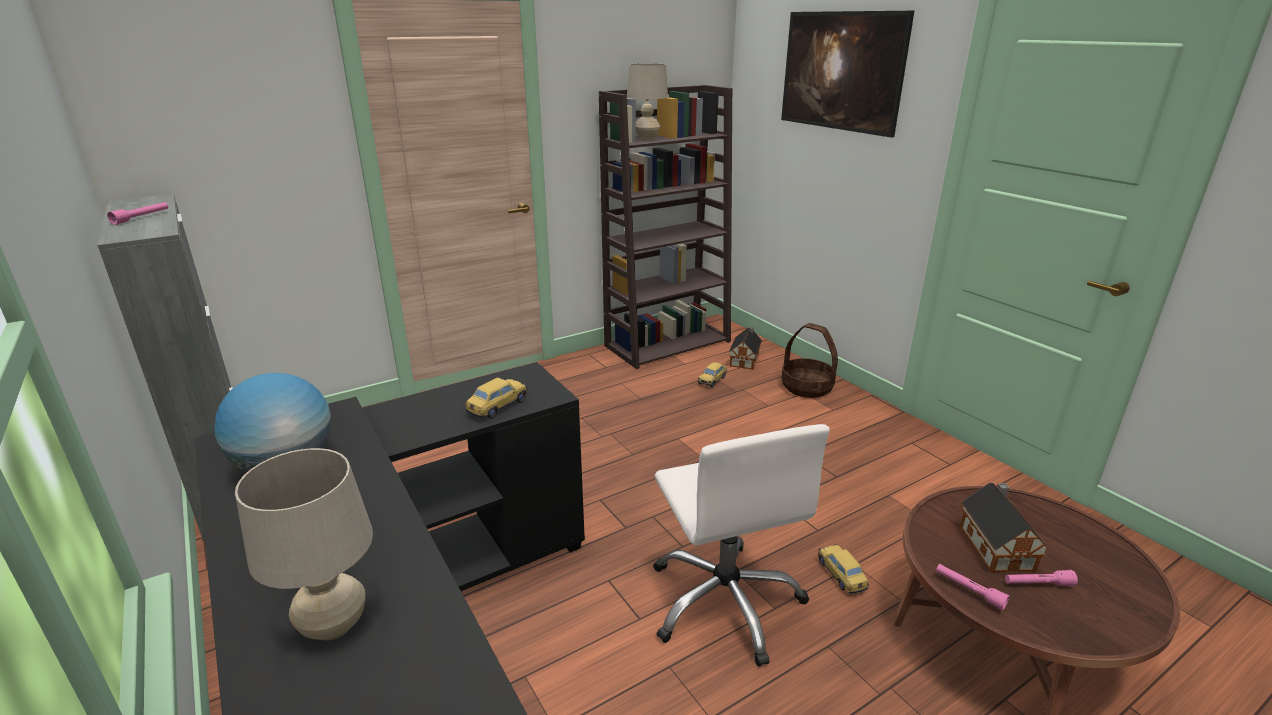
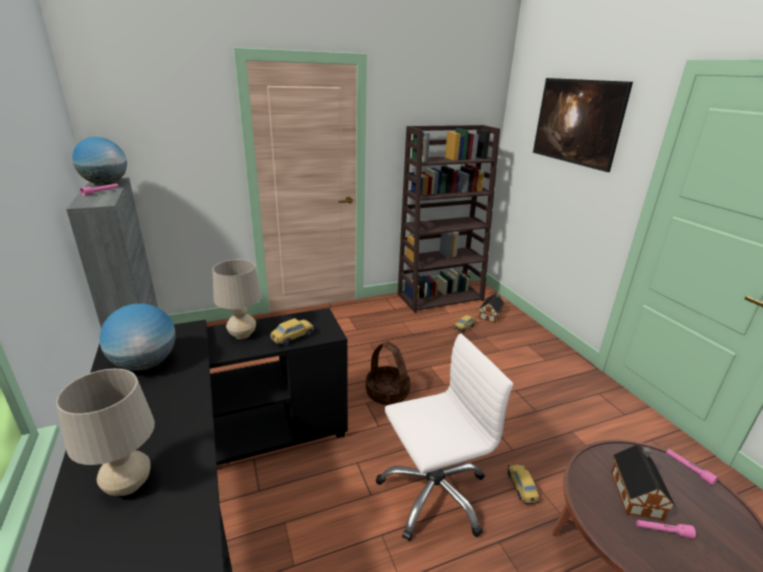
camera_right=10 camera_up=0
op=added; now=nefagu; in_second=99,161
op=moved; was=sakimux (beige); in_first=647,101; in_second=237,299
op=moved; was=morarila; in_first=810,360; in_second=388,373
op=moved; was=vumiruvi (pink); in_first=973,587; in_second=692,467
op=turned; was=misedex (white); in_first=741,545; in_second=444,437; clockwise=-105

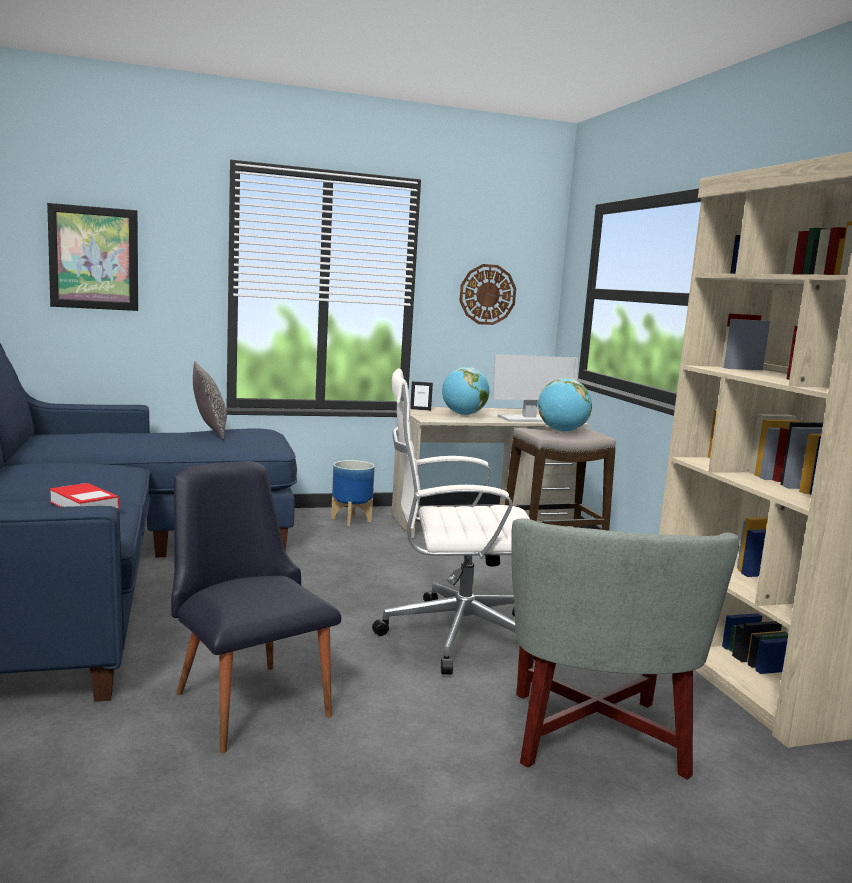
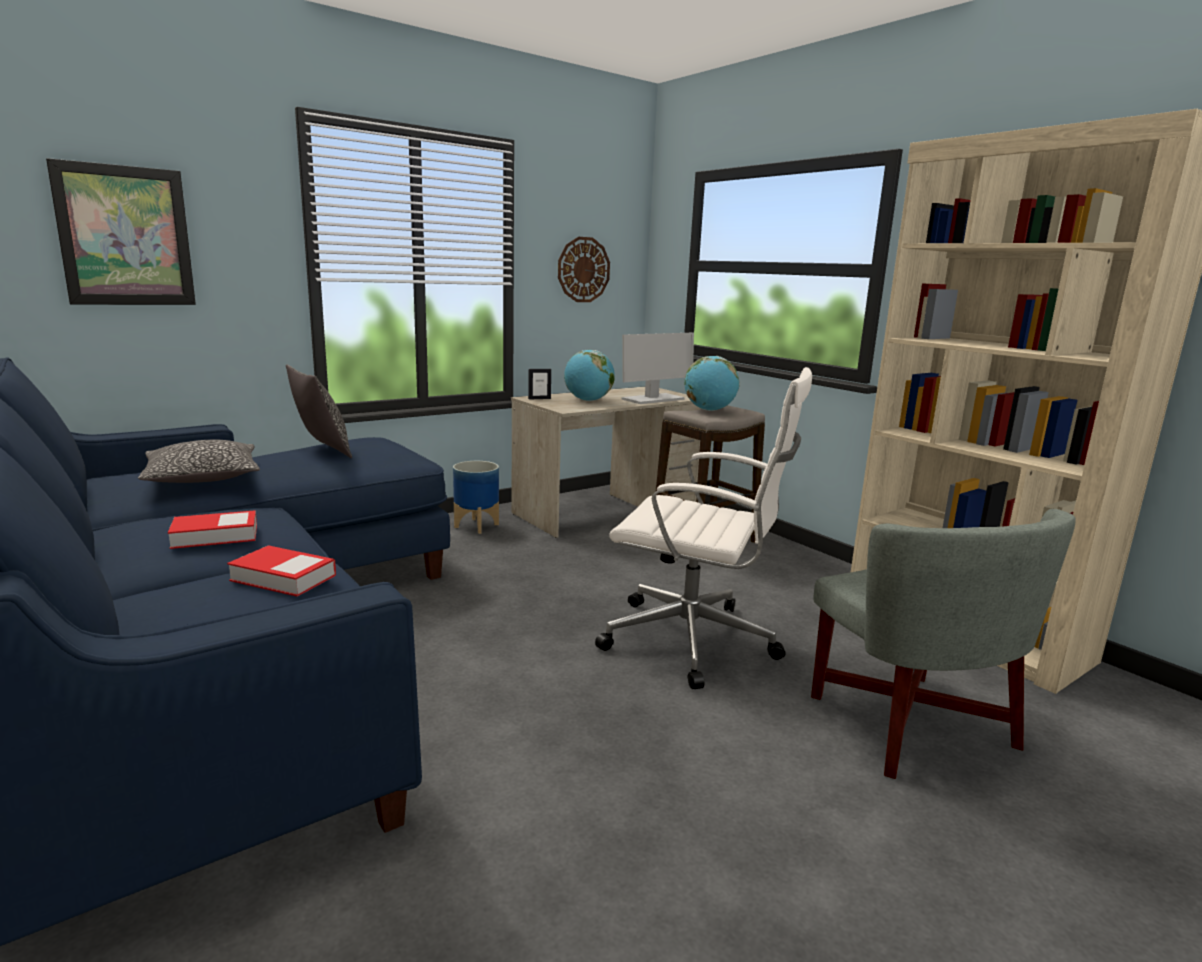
camera_right=-20 camera_up=5
op=removed; was=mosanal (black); in_first=256,607
op=added; now=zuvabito; in_second=199,461
op=added; now=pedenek; in_second=212,529
op=turned; was=misedex (white); in_first=454,522; in_second=703,528; clockwise=-135

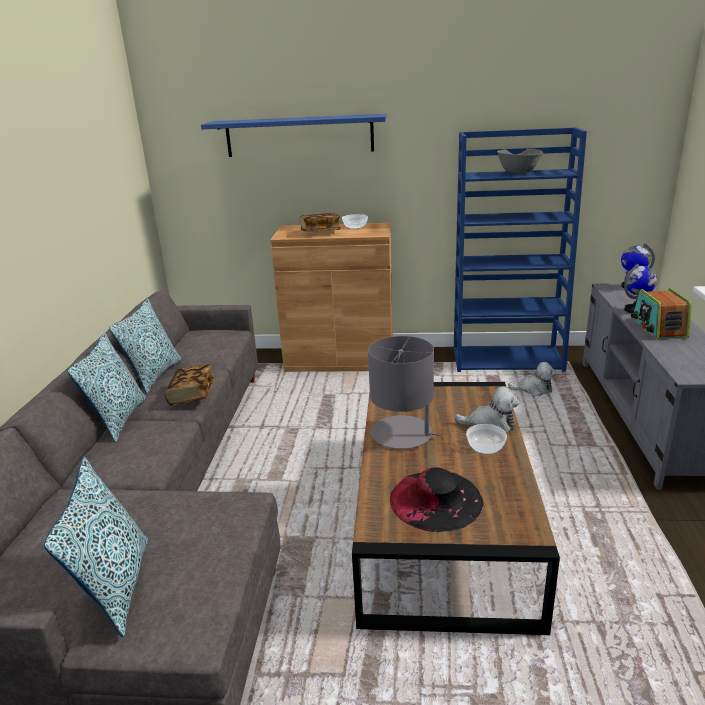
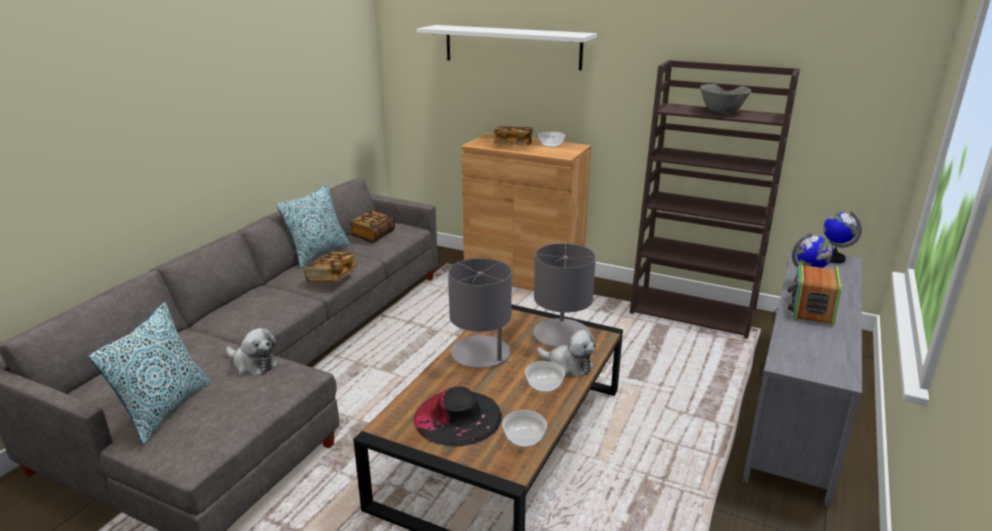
camera_right=20 camera_up=0
op=removed; was=zuvabito; in_first=106,387
op=added; now=pedenek; in_second=372,227
op=added; now=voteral; in_second=524,428
op=added; now=sakimux (grey); in_second=564,295
op=moved; was=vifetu; in_first=532,379; in_second=252,351
op=recoloured; was=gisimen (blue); now=gisimen (white); in_first=293,135; in_second=507,47
op=recoloured; was=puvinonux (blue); now=puvinonux (brown); in_first=520,249; in_second=715,199

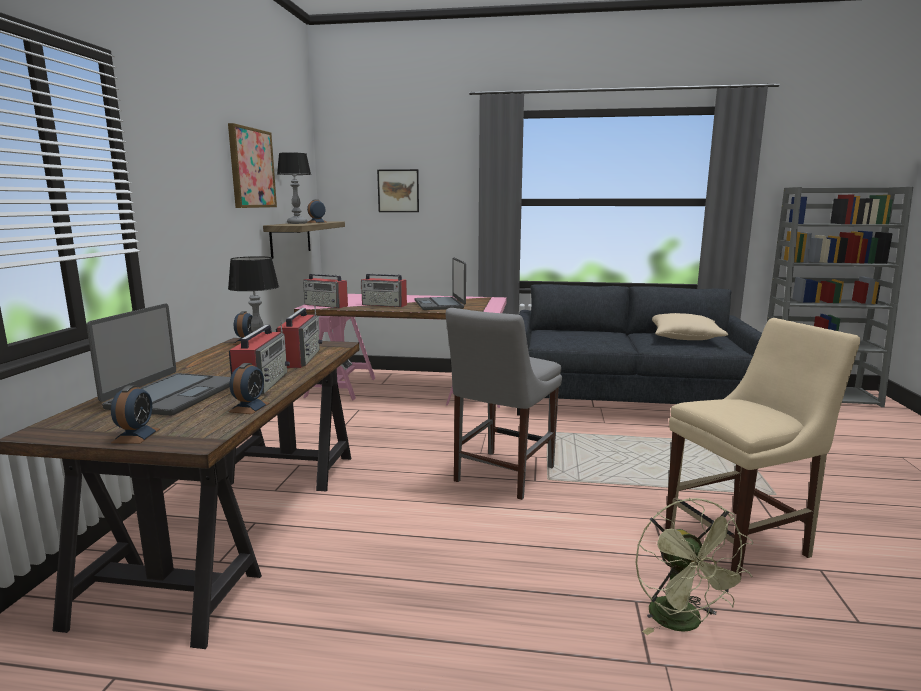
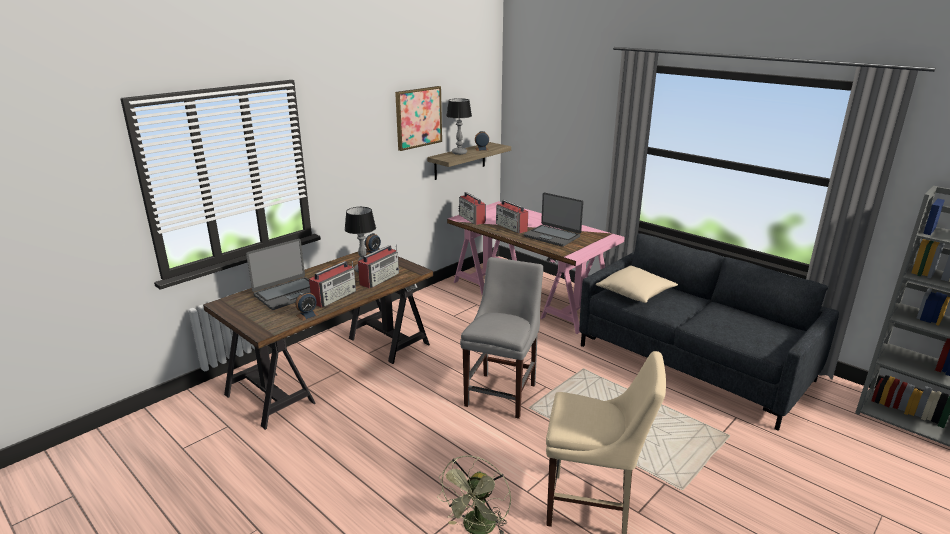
camera_right=35 camera_up=10
op=removed; was=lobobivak; in_first=135,414
op=removed; was=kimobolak; in_first=398,190
op=moved; was=zuvabito (beige); in_first=690,326; in_second=637,284
op=turned; was=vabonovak; in_first=440,283; in_second=553,219; clockwise=-75
op=turned; was=mosanal (grey); in_first=504,404; in_second=501,338; clockwise=135

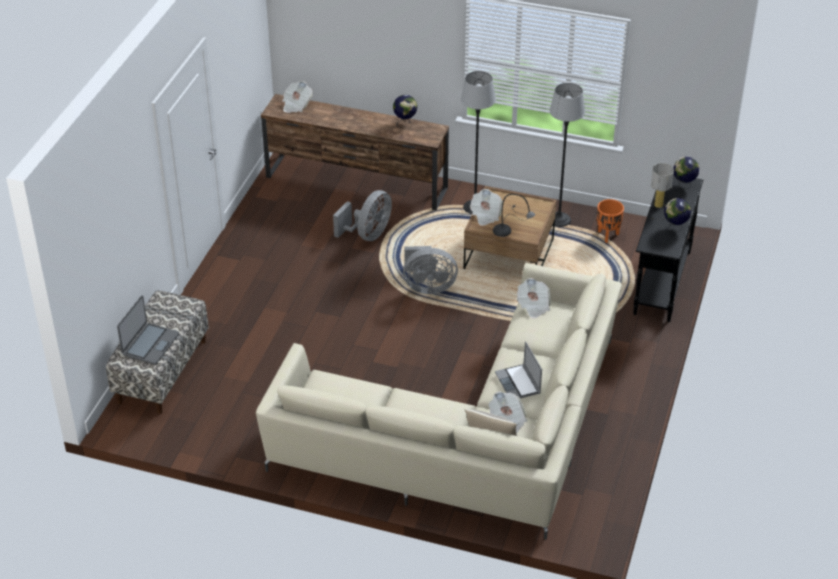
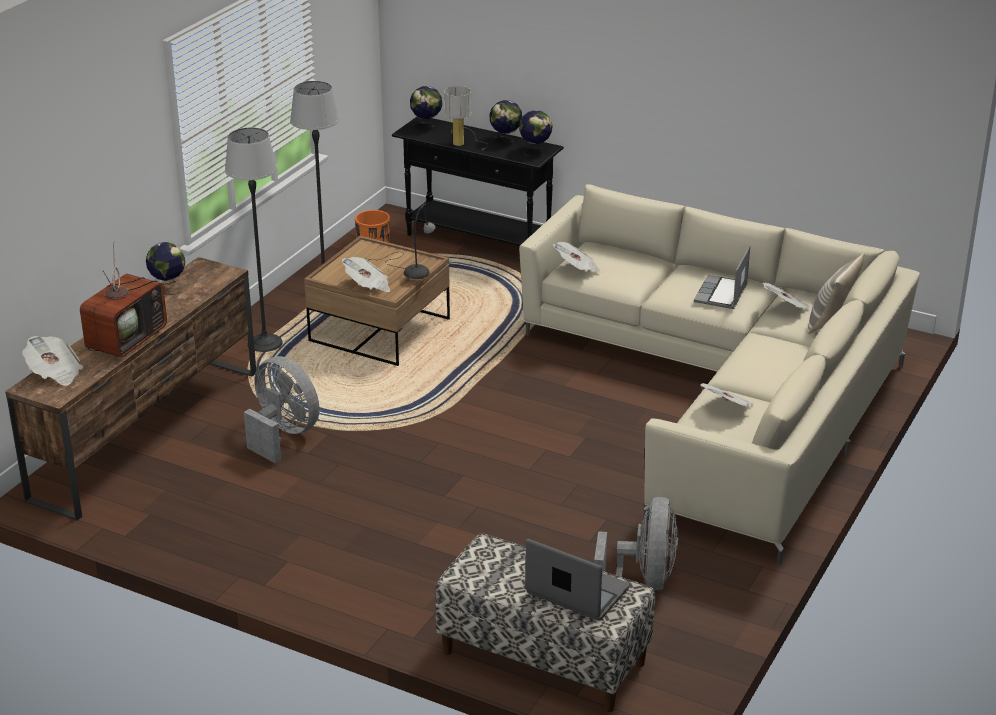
camera_right=-80 camera_up=-10
op=added; now=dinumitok; in_second=123,300
op=added; now=nefagu; in_second=535,133
op=added; now=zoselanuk; in_second=727,395
op=moved; was=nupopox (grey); in_first=430,270; in_second=636,543
op=turned; was=vabonovak; in_first=518,369; in_second=722,277; clockwise=120

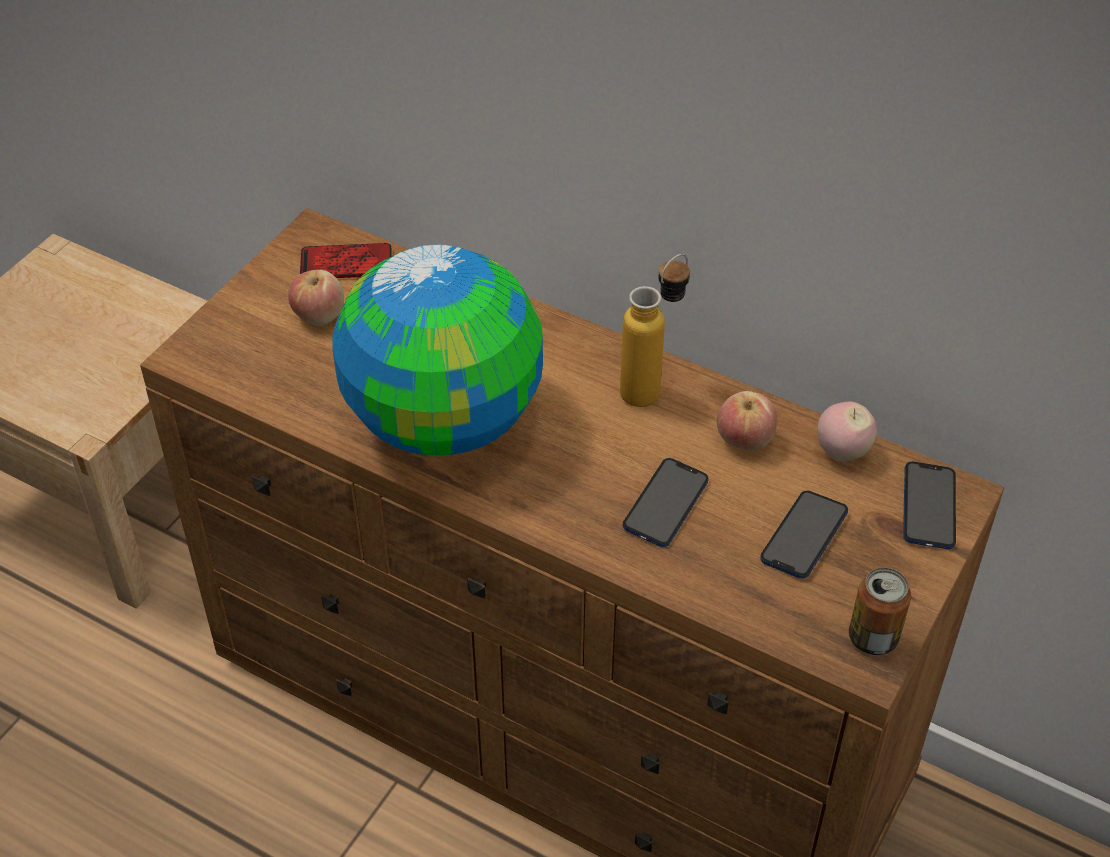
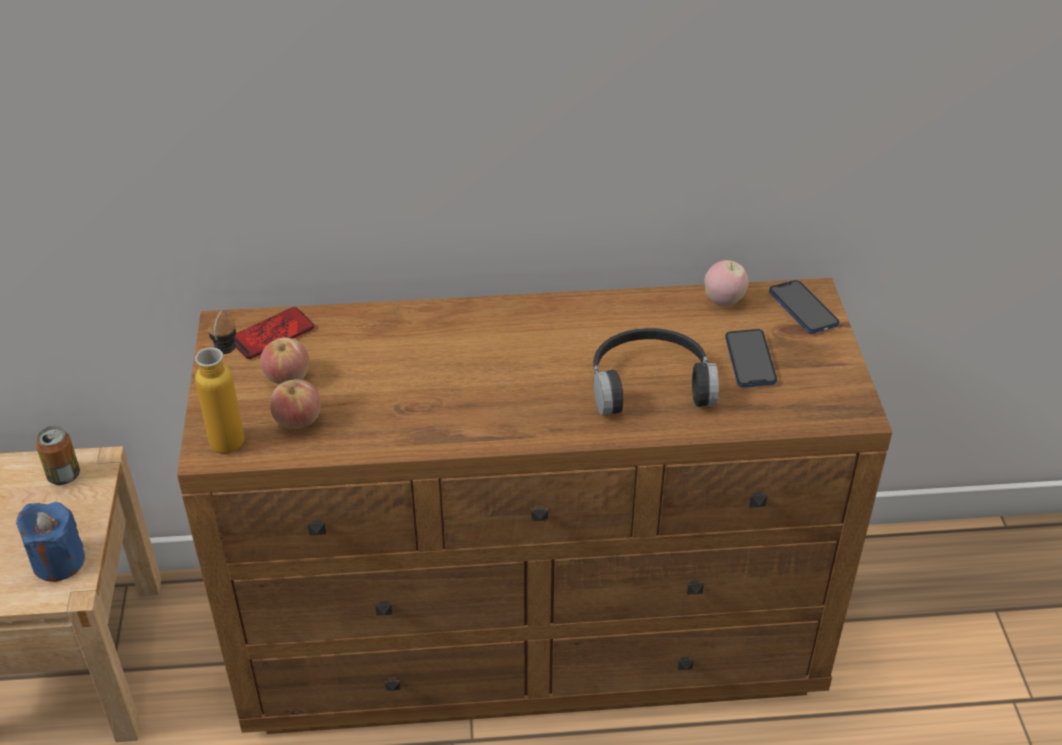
camera_right=-35 camera_up=-5
op=removed; was=nefagu; in_first=437,350
op=added; now=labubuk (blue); in_second=50,542
op=moved; was=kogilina; in_first=655,330; in_second=219,381
op=moved; was=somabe; in_first=747,421; in_second=295,404
op=moved; was=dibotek; in_first=880,611; in_second=58,455
op=replaced; was=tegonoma; now=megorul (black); in_first=666,502; in_second=656,371

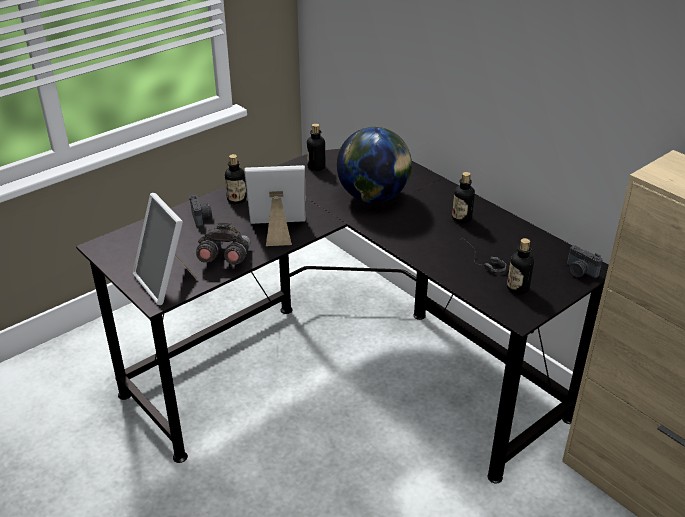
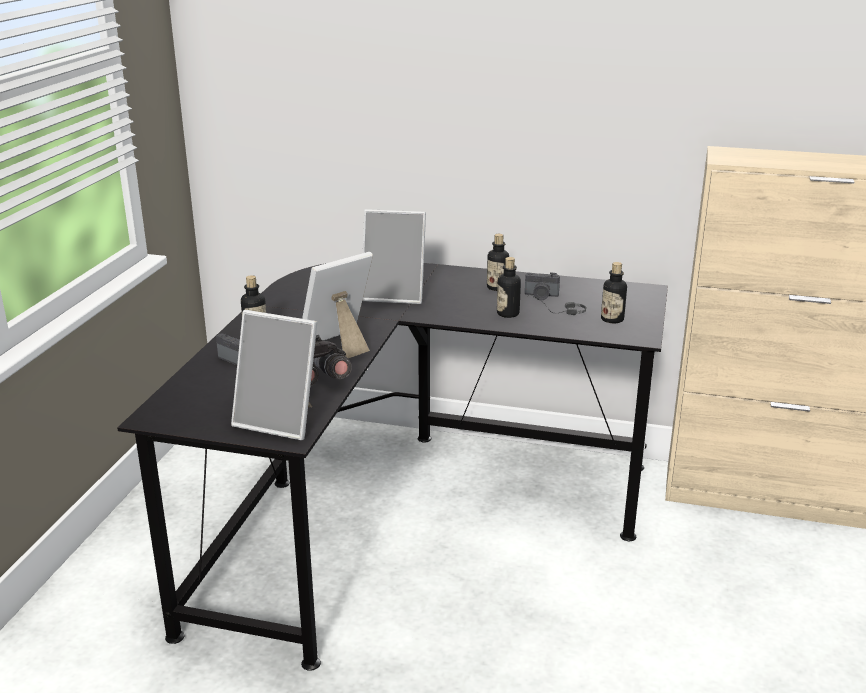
camera_right=-35 camera_up=-10
op=moved; was=kogilina; in_first=316,147; in_second=509,287
op=moved; was=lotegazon; in_first=585,261; in_second=542,286
op=replaced; was=nefagu; now=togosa; in_first=374,165; in_second=394,256

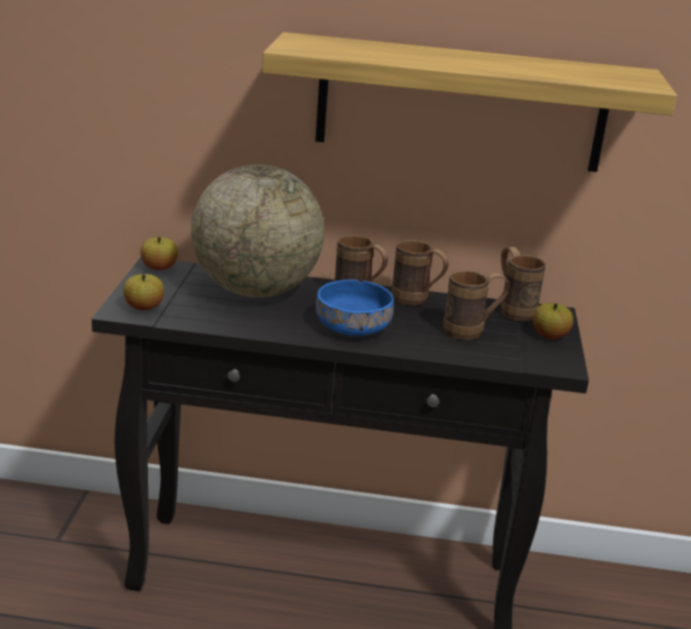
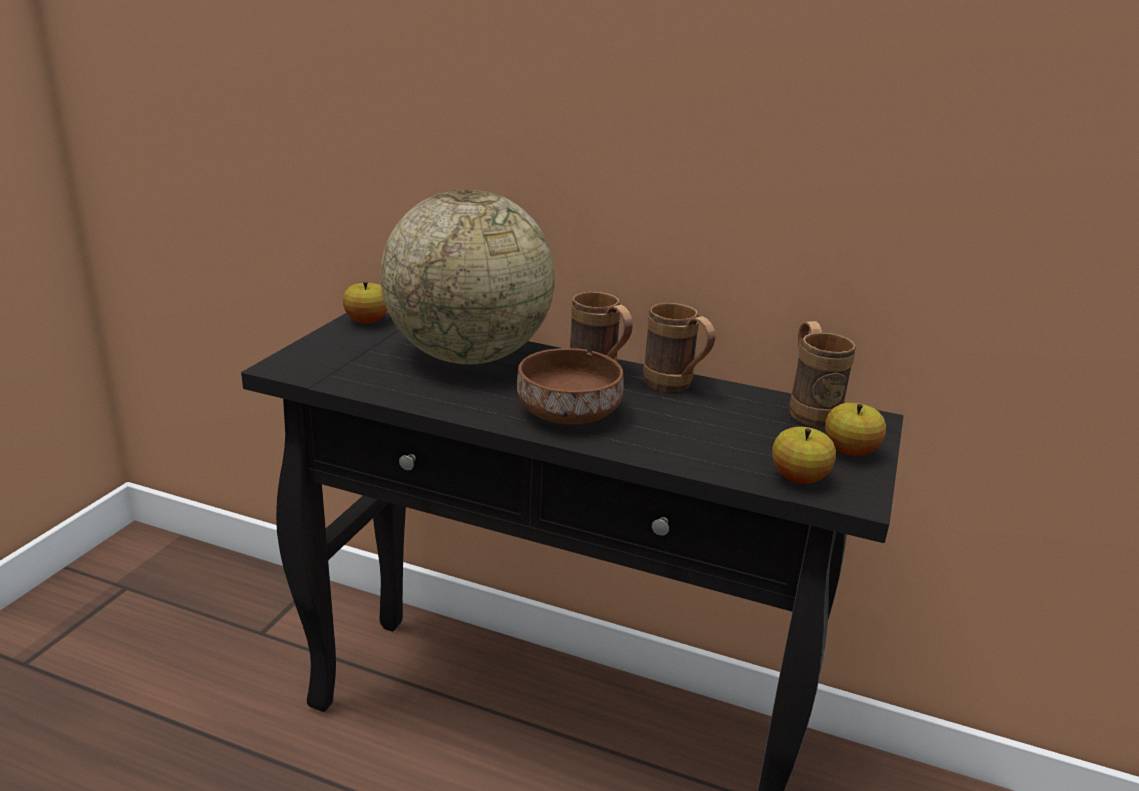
camera_right=15 camera_up=0
op=removed; was=gisimen; in_first=469,102
op=removed; was=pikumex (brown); in_first=476,305
op=moved; was=somabe; in_first=143,292; in_second=804,455
op=recoloured; was=voteral (blue); now=voteral (brown); in_first=355,308; in_second=570,386

